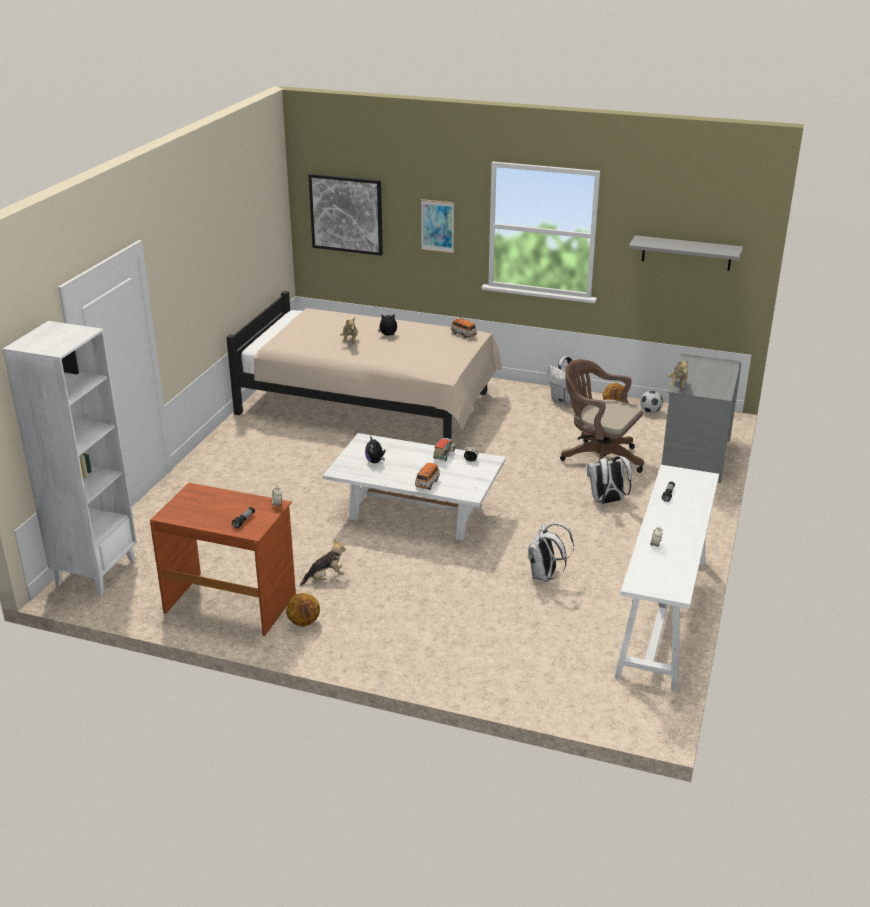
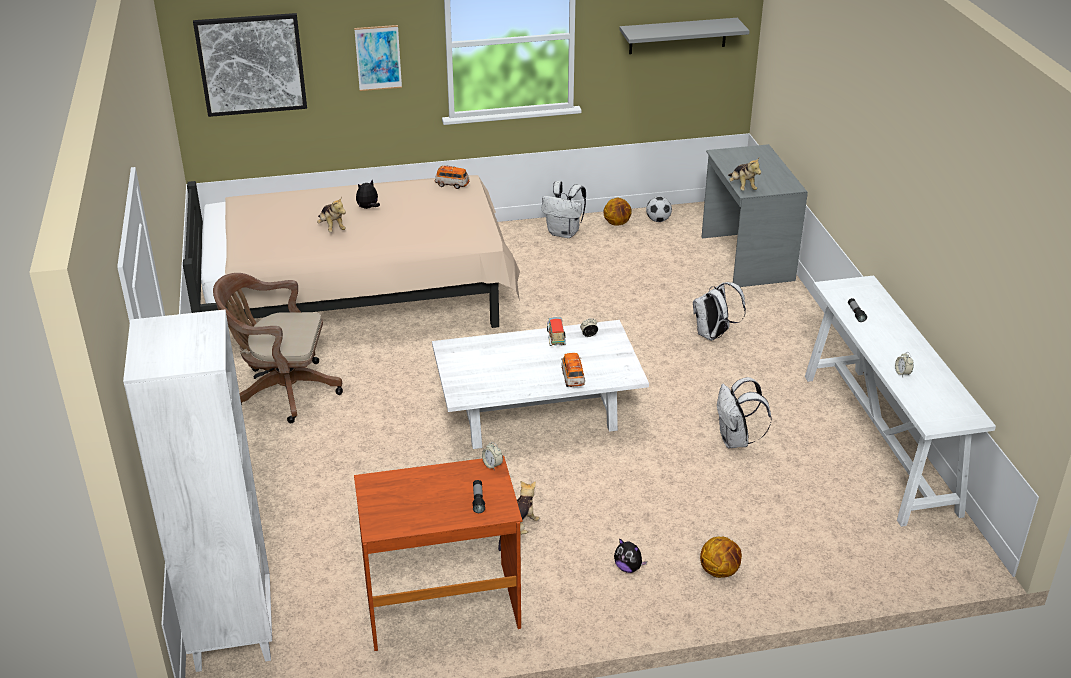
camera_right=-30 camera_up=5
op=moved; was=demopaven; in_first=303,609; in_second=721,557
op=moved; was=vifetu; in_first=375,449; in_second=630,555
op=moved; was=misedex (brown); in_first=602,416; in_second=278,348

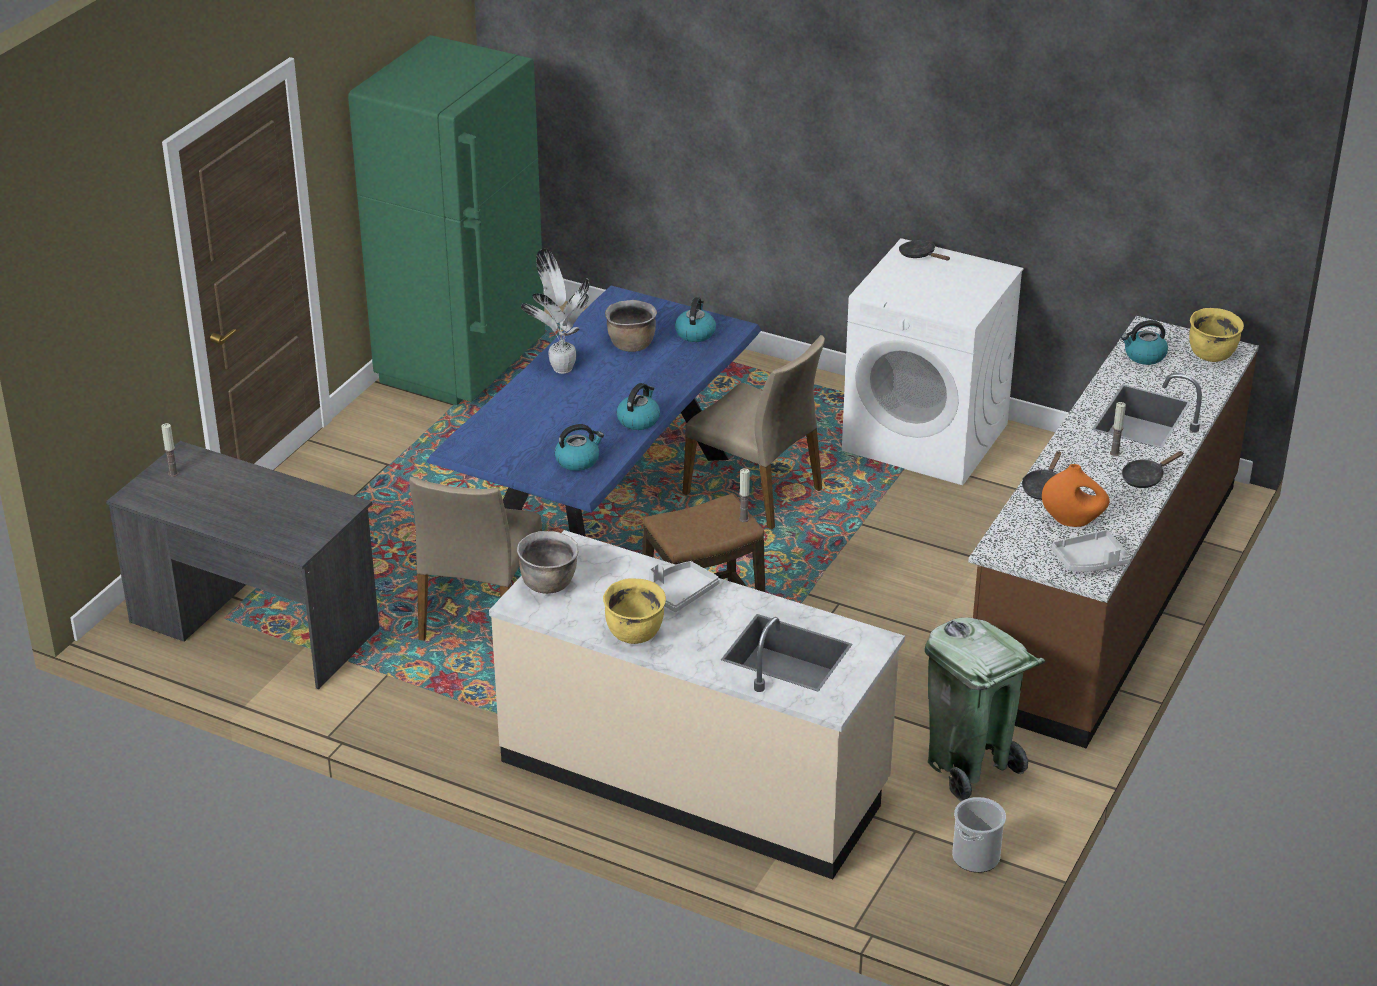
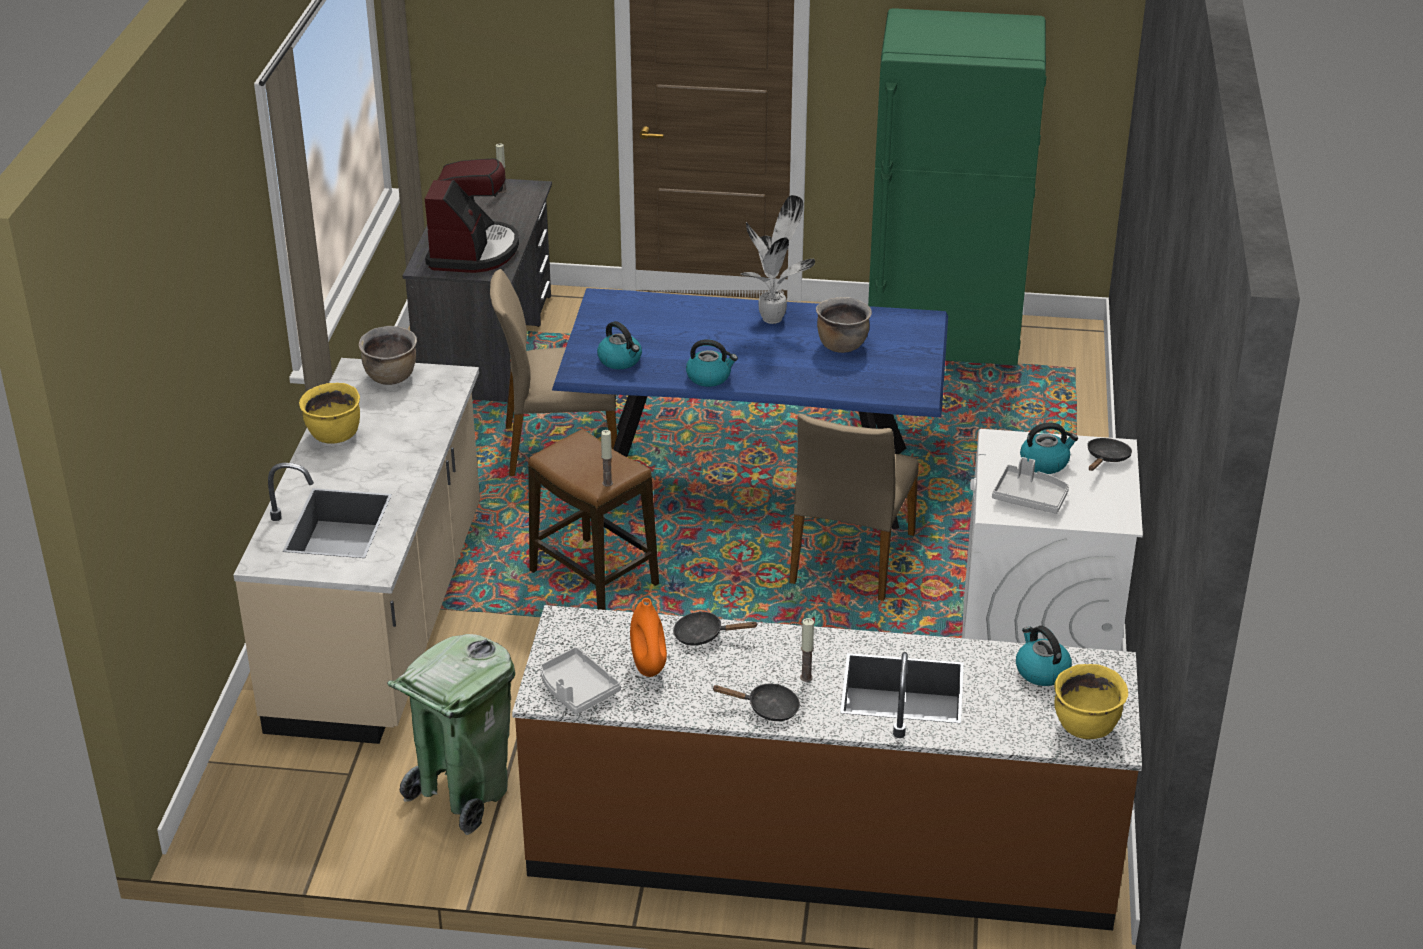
camera_right=70 camera_up=0
op=removed; was=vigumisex; in_first=979,835
op=added; now=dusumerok; in_second=472,215
op=moved; was=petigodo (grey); in_first=684,586; in_second=1030,485
op=moved; was=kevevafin; in_first=695,319; in_second=1049,448
op=turned; was=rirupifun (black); in_first=1152,469; in_second=756,702; clockwise=150

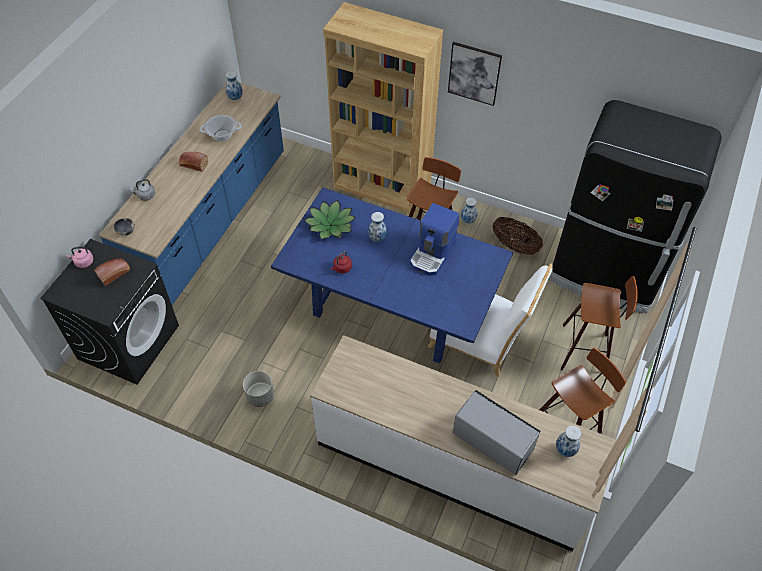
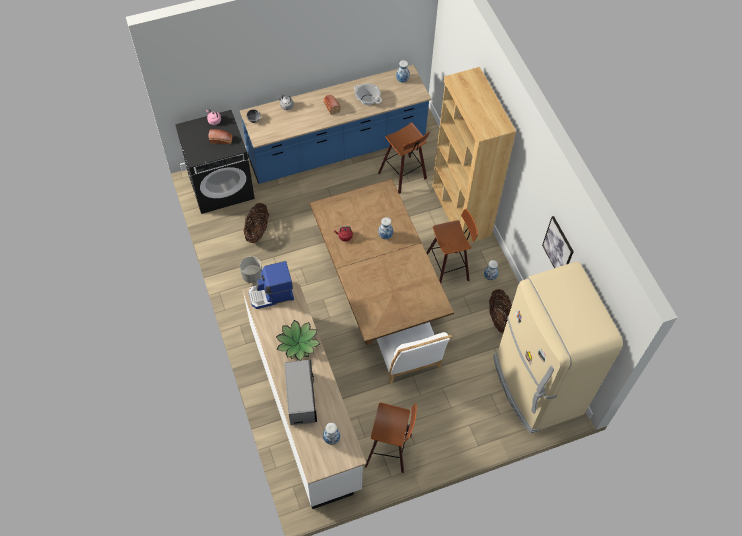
camera_right=45 camera_up=5
op=added; now=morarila; in_second=256,223
op=moved; was=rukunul; in_first=330,220; in_second=298,340
op=moved; was=dusumerok; in_first=435,239; in_second=271,285
op=moved; was=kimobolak; in_first=475,74; in_second=558,242
op=moved; was=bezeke; in_first=599,323; in_second=404,158
op=recoloured; was=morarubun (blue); now=morarubun (brown); in_first=392,275; in_second=381,262
op=recoloured; was=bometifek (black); now=bometifek (beige); in_first=635,206; in_second=558,348

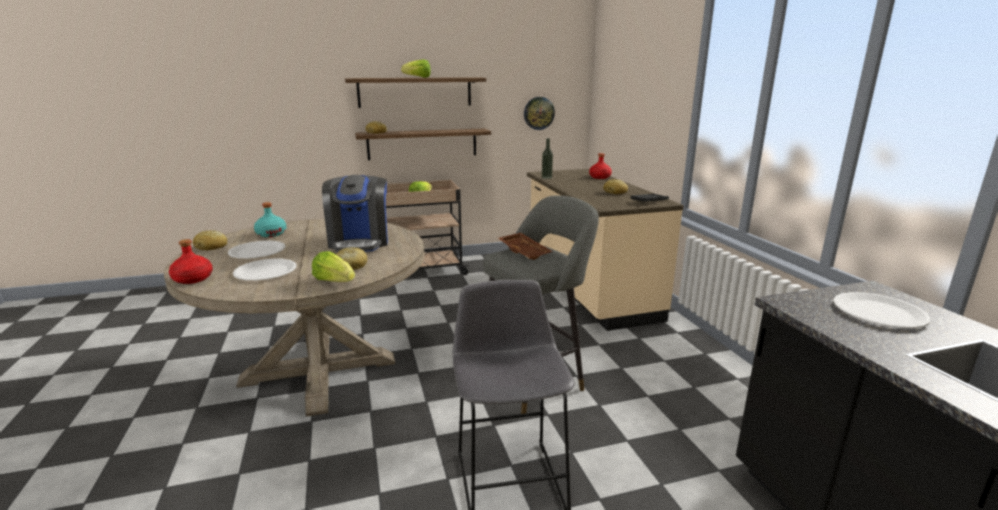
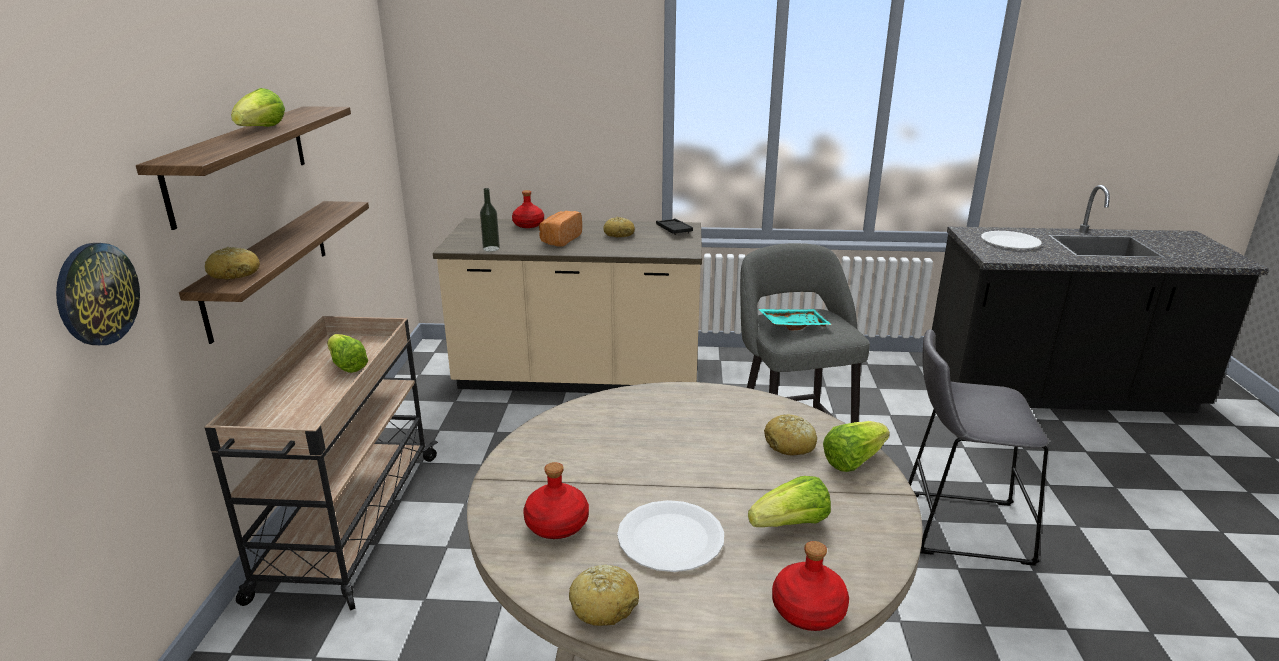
camera_right=-70 camera_up=5
op=removed; was=dusumerok; in_first=355,213
op=added; now=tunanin; in_second=560,229
op=moved; was=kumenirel; in_first=539,113; in_second=98,294
op=replaced; was=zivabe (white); now=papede; in_first=265,270; in_second=789,501
op=recoloured; was=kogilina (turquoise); now=kogilina (red); in_first=270,219; in_second=556,500
op=recoloured; was=petigodo (brown); now=petigodo (turquoise); in_first=525,246; in_second=795,319

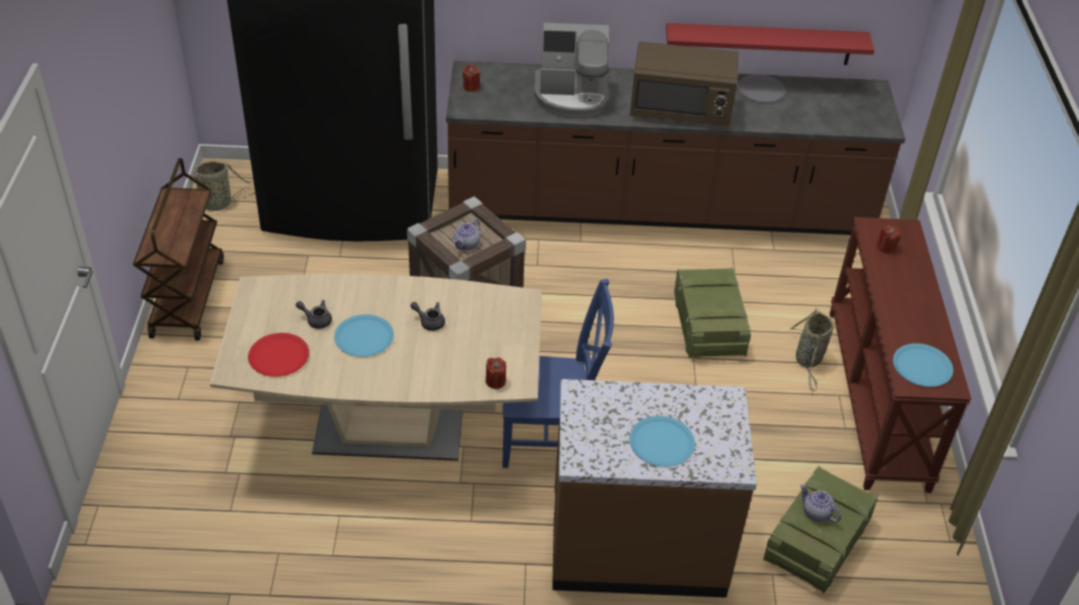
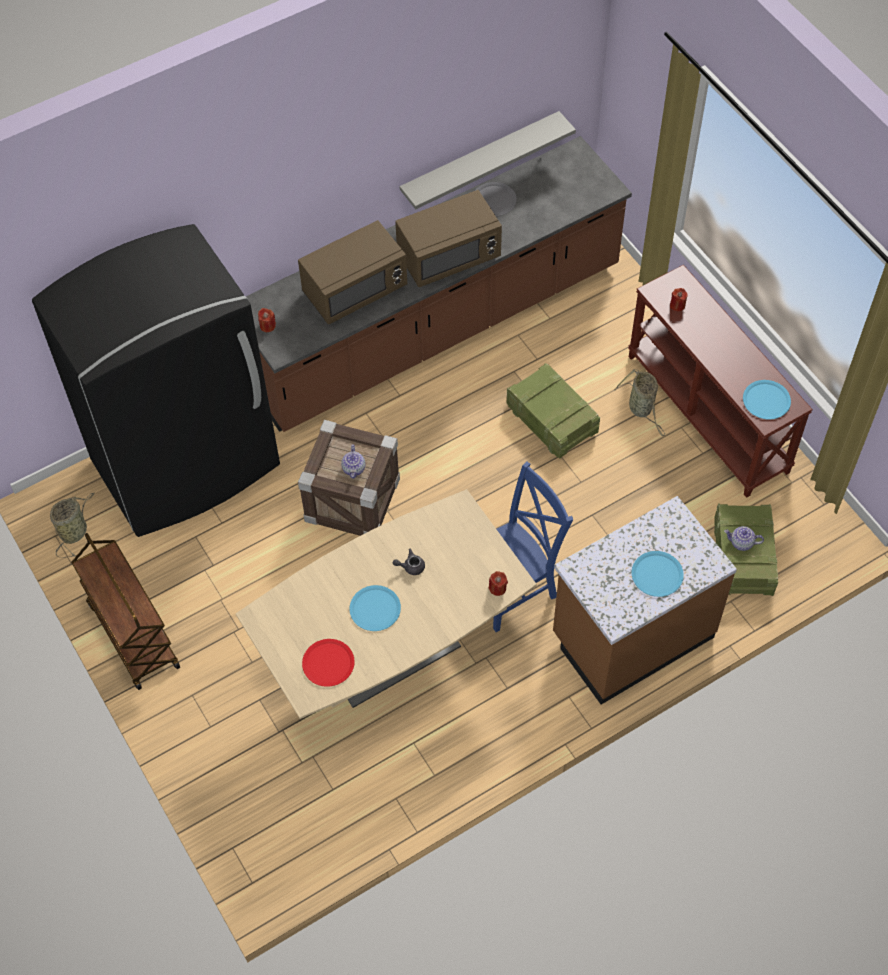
camera_right=-30 camera_up=15
op=removed; was=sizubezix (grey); in_first=314,314
op=replaced; was=dusumerok; now=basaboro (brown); in_first=572,70; in_second=352,272
op=recoloured; was=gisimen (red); now=gisimen (grey); in_first=770,44; in_second=488,160

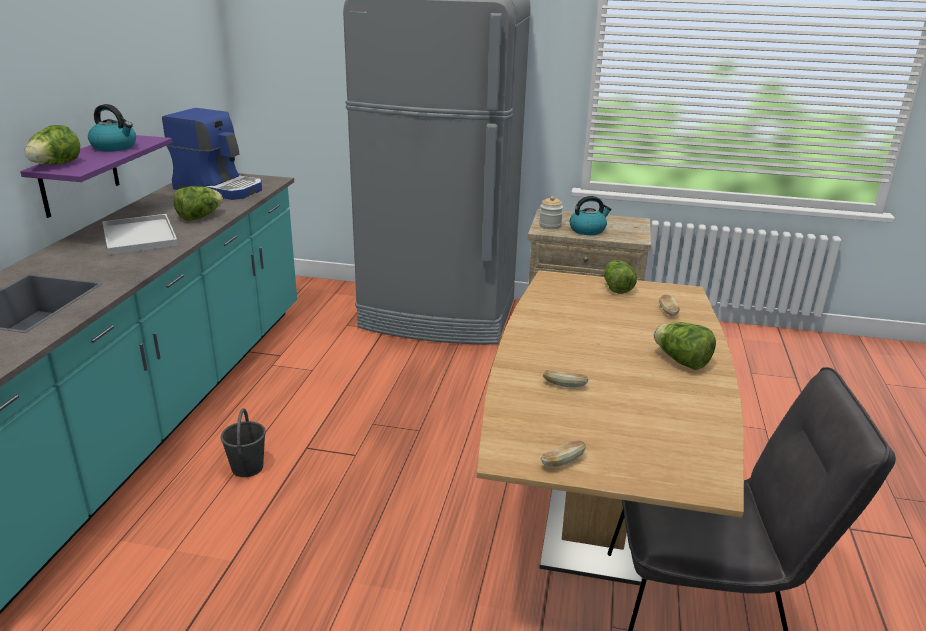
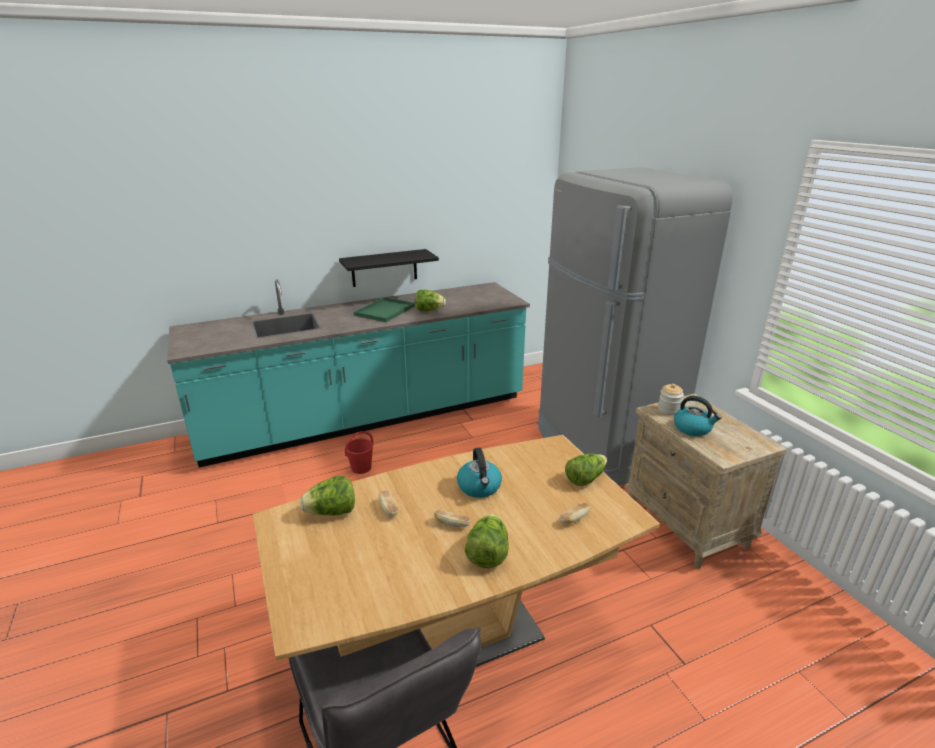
camera_right=55 camera_up=0
op=removed; was=dusumerok; in_first=212,154
op=moved; was=papede; in_first=52,144; in_second=327,496
op=moved; was=kevevafin; in_first=112,128; in_second=479,473
op=moved; was=tunanin; in_first=563,454; in_second=452,519
op=recoloured; was=gisimen (purple); now=gisimen (black); in_first=96,176; in_second=389,268
op=recoloured; was=petigodo (white); now=petigodo (green); in_first=140,234; in_second=384,309
op=recoloured; was=vigumisex (grey); now=vigumisex (red); in_first=243,442; in_second=359,452

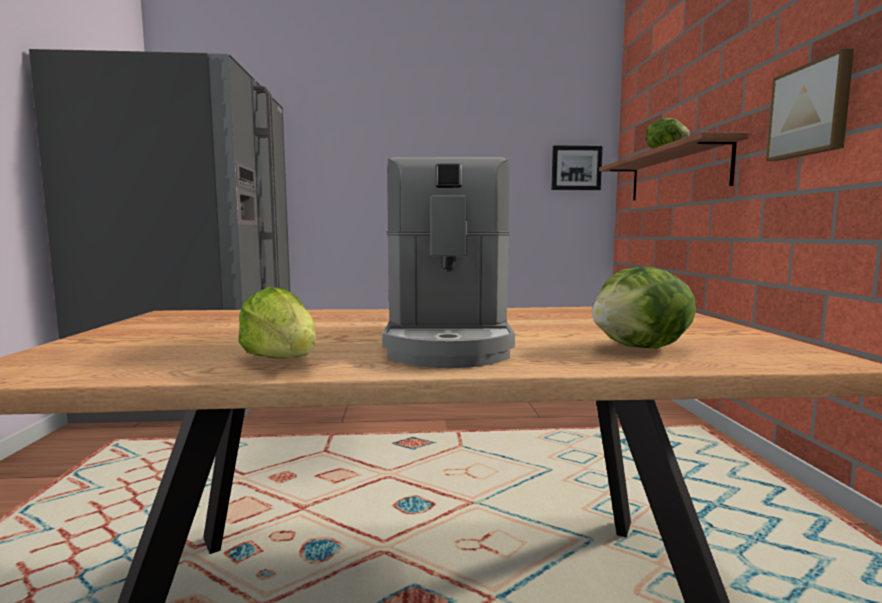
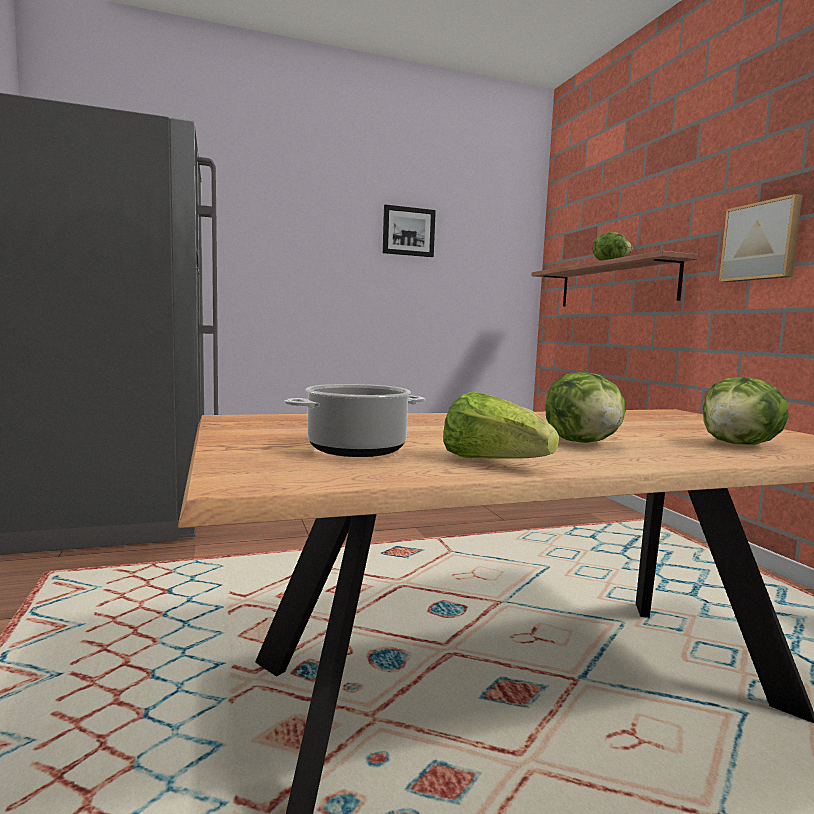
camera_right=-15 camera_up=0
op=added; now=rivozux; in_second=354,420
op=moved; was=kimobolak; in_first=577,167; in_second=409,230
op=replaced; was=dusumerok; now=papede; in_first=448,262; in_second=585,407

